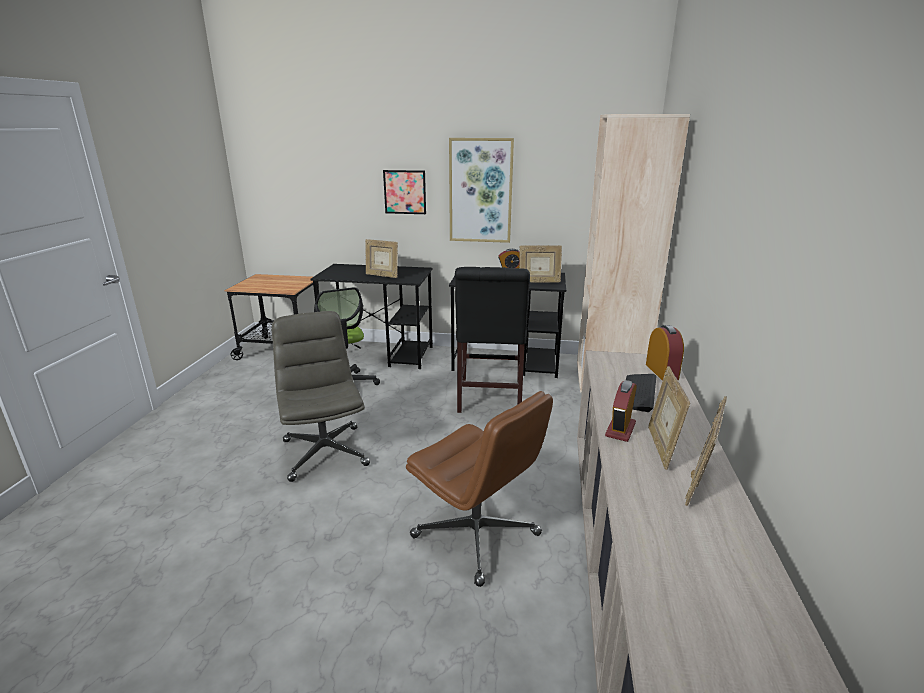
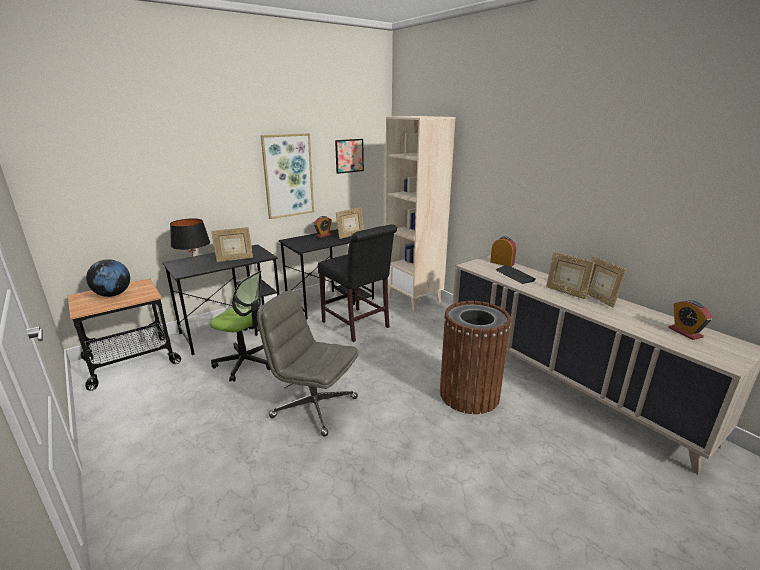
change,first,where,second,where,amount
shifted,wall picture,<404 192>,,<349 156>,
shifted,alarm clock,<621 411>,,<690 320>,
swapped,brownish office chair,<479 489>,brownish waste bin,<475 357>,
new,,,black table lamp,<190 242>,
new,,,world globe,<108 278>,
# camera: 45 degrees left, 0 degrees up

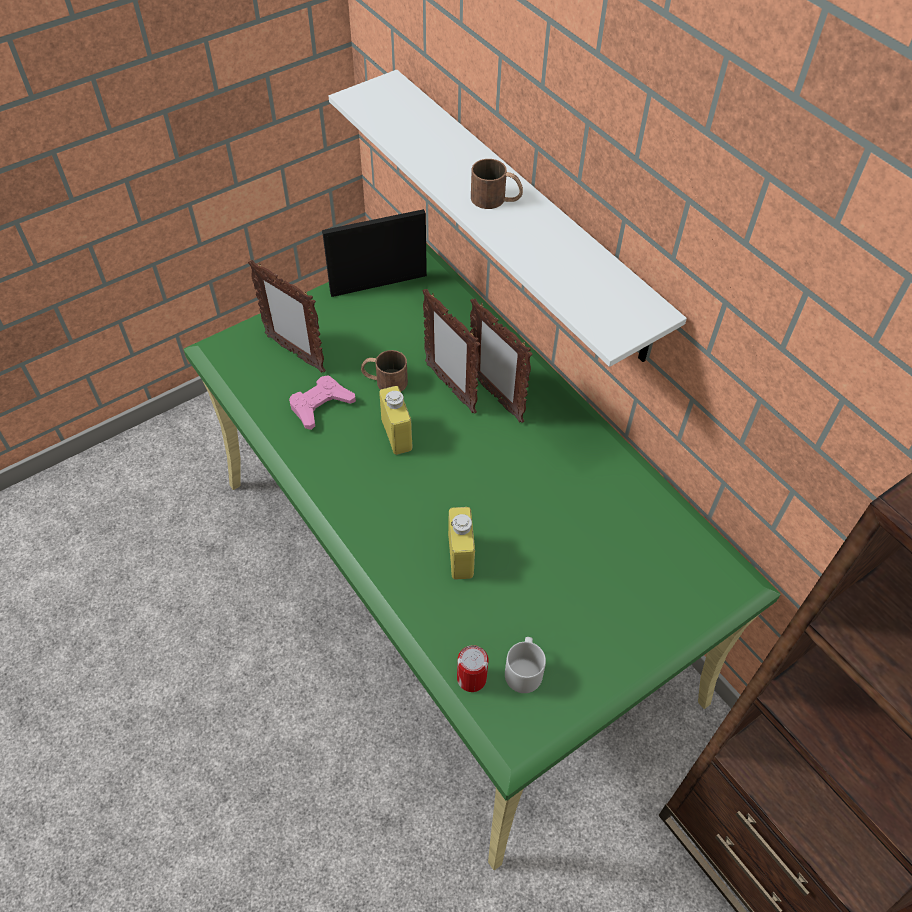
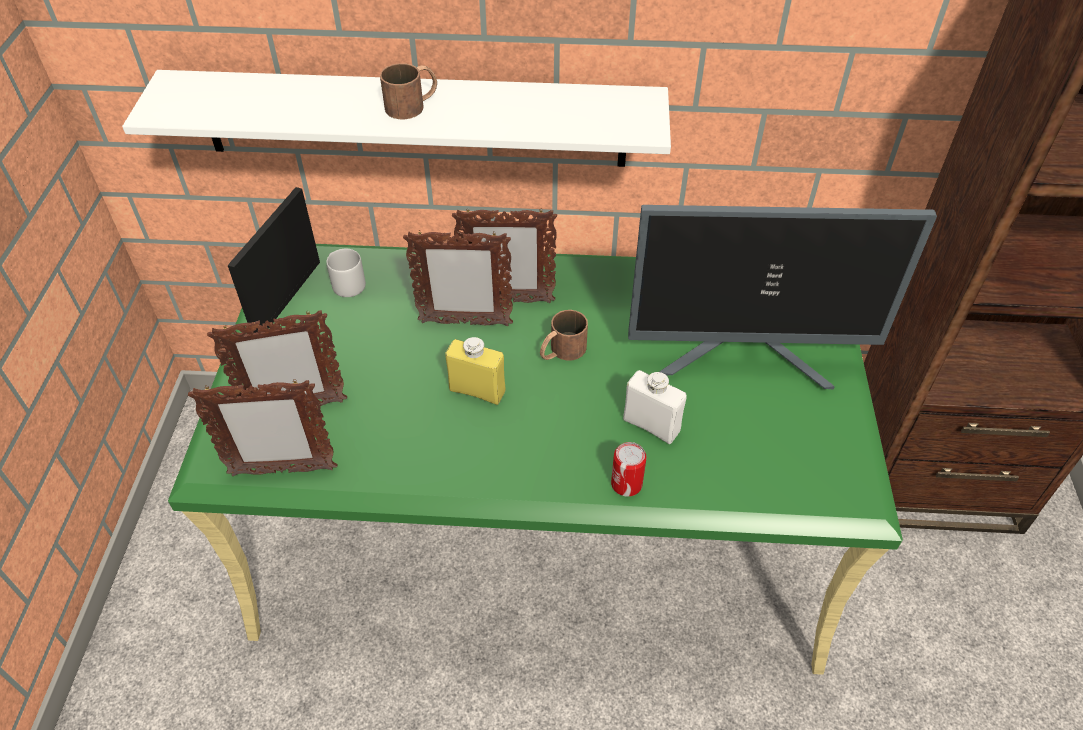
change,first,where,second,where,amount
shifted,brownish tea mug,<384 371>,,<564 335>,
gone,pink joypad,<322 402>,,,
repainted,yellow-coloured drink bottle,<461 543>,white-coloured drink bottle,<655 407>,
shifted,gray tea mug,<525 665>,,<346 273>,
shifted,sealed can,<473 668>,,<629 469>,
new,,,monitor,<782 297>,
new,,,standing frame,<262 427>,
# camera: 50 degrees left, 5 degrees down

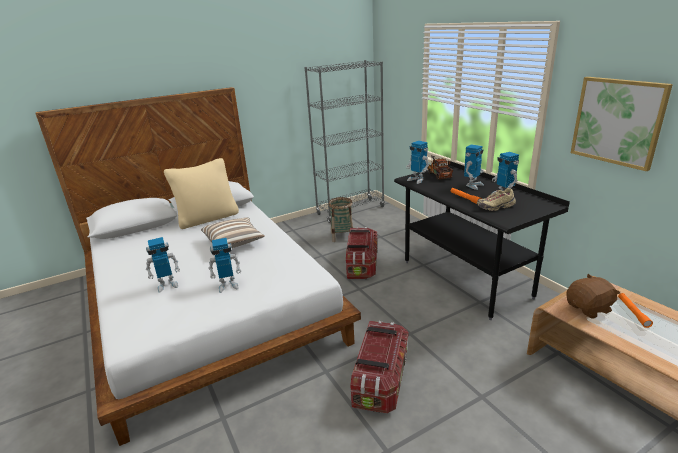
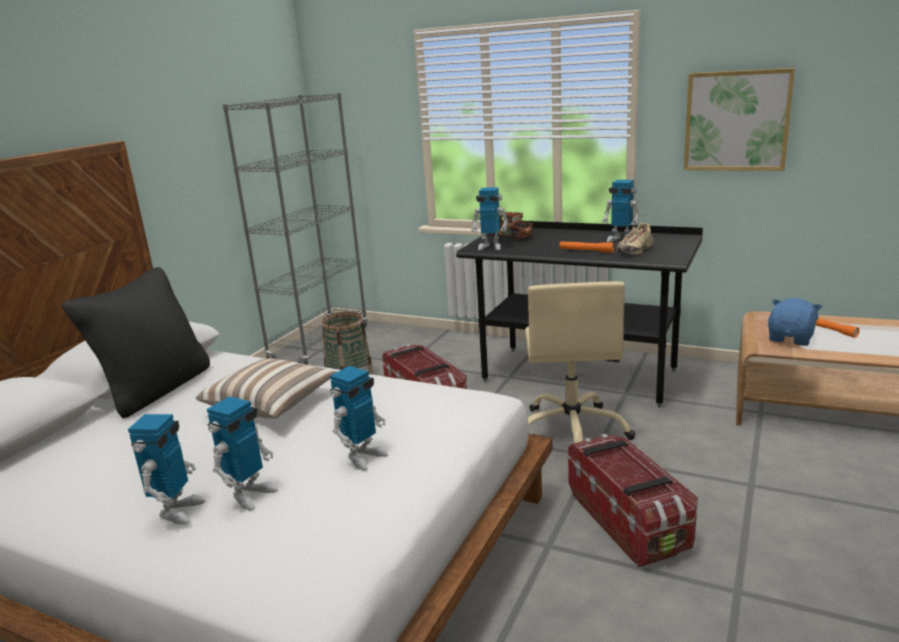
change,first,where,second,where,amount
shifted,robot figure,<474 167>,,<167 469>,
repainted,beige-coloured cushion,<201 193>,black cushion,<136 342>,
repainted,brownish cuddly toy,<593 296>,blue cuddly toy,<795 322>,
new,,,beige-coloured office chair,<580 362>,
# camera: 35 degrees left, 5 degrees down

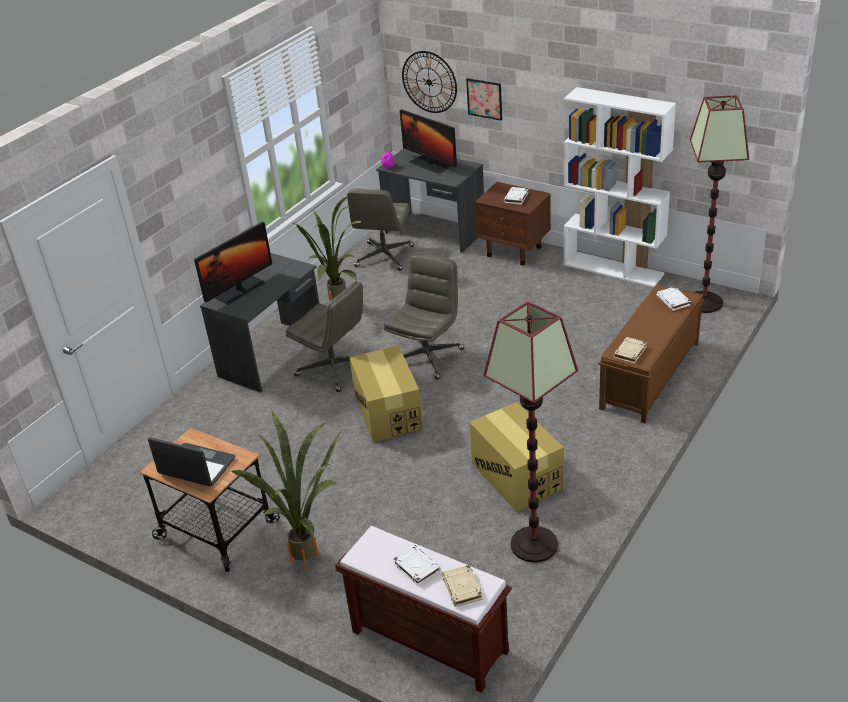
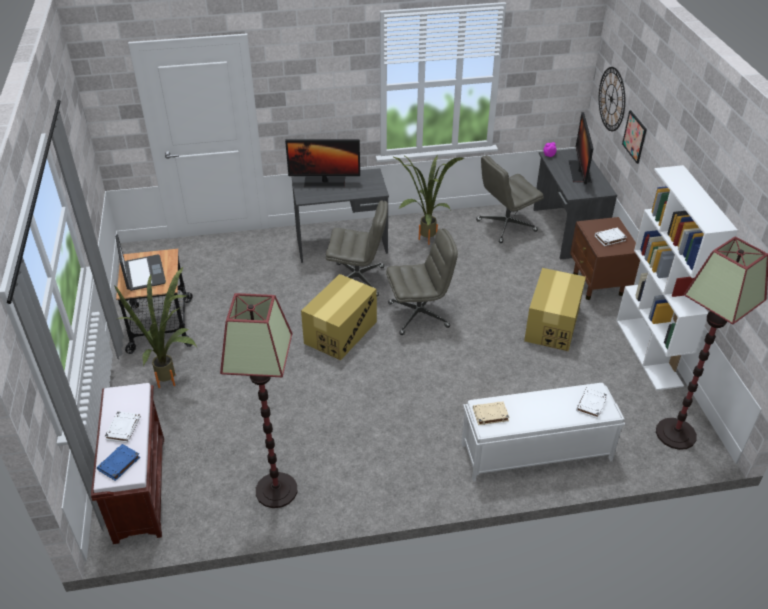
change,first,where,second,where,amount
rotated,gray office chair,<324 336>,,<357 248>,75 degrees counterclockwise
repainted,brownish bench,<651 354>,white-coloured bench,<543 432>,
shifted,packing box,<516 457>,,<555 309>,
repainted,beige-coloured volume,<462 586>,blue volume,<118 462>,
# camera: 45 degrees right, 5 degrees up

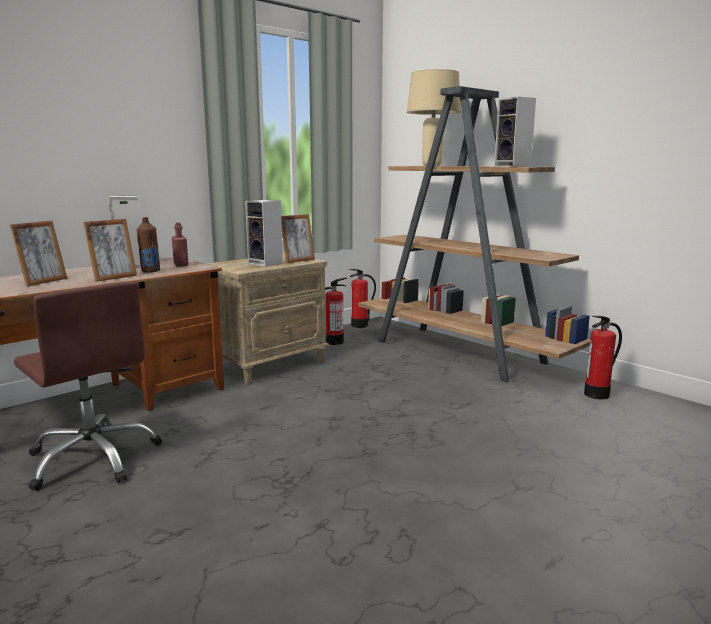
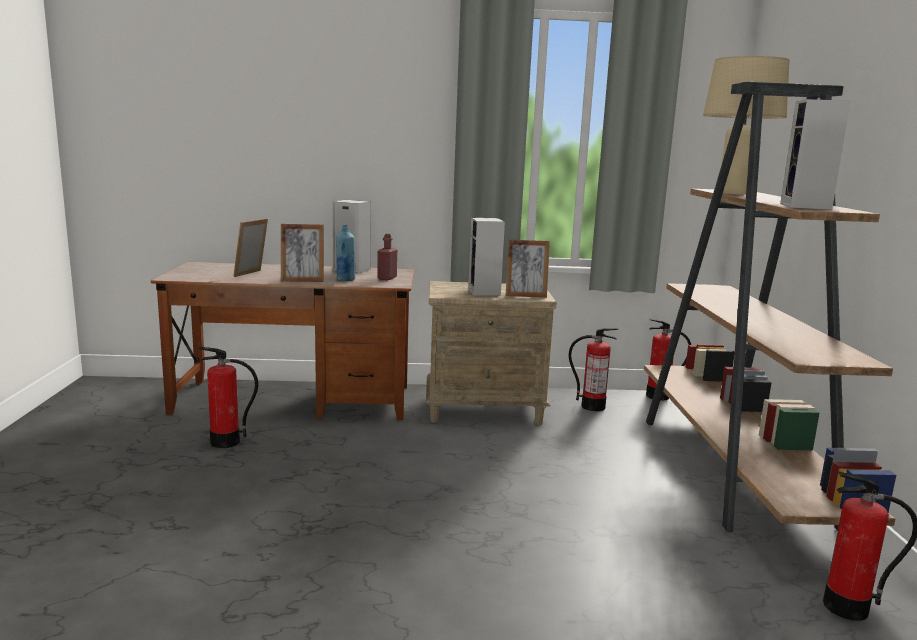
change,first,where,second,where,amount
repainted,brownish drink bottle,<148 245>,blue drink bottle,<345 253>,
rotated,standing frame,<38 254>,,<250 248>,135 degrees clockwise
swapped,brownish office chair,<88 386>,fire-fighting cylinder,<228 397>,
# camera: 40 degrees right, 0 degrees up

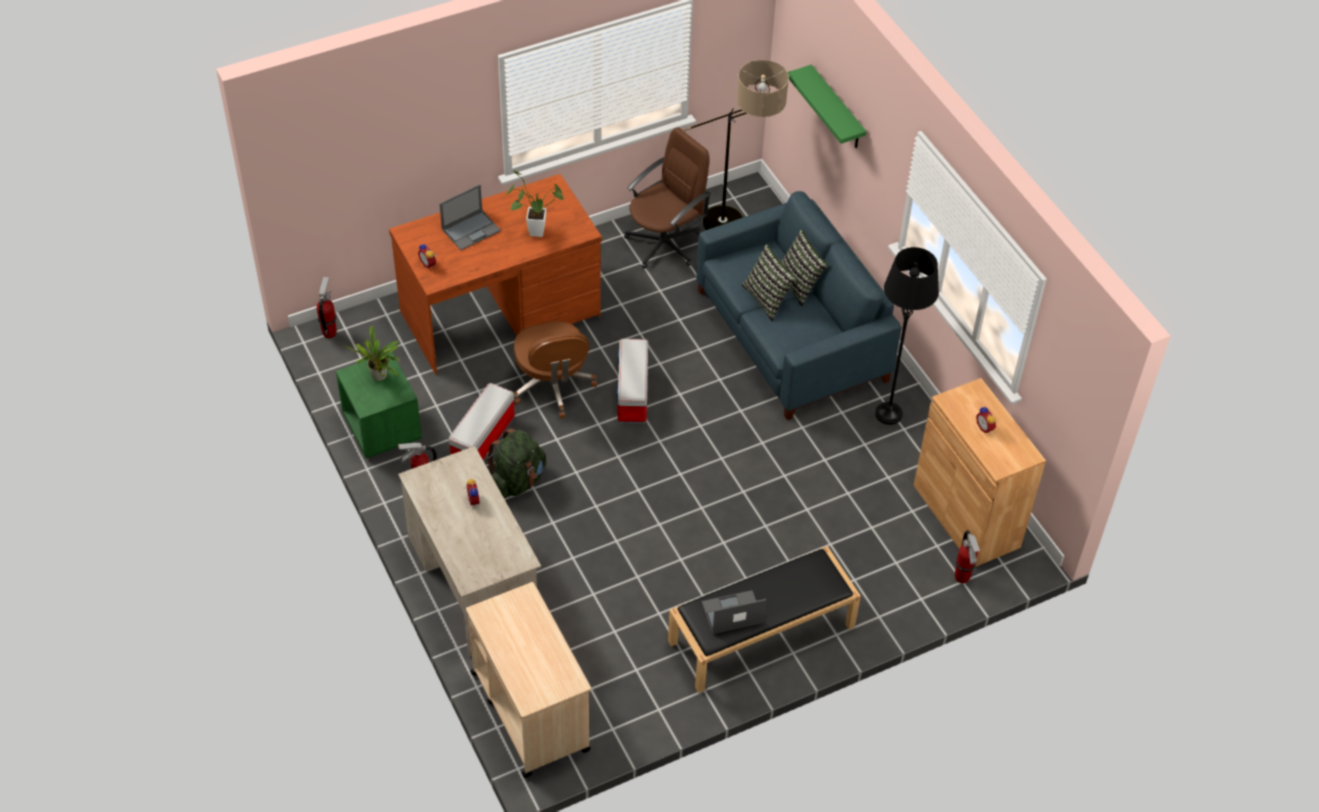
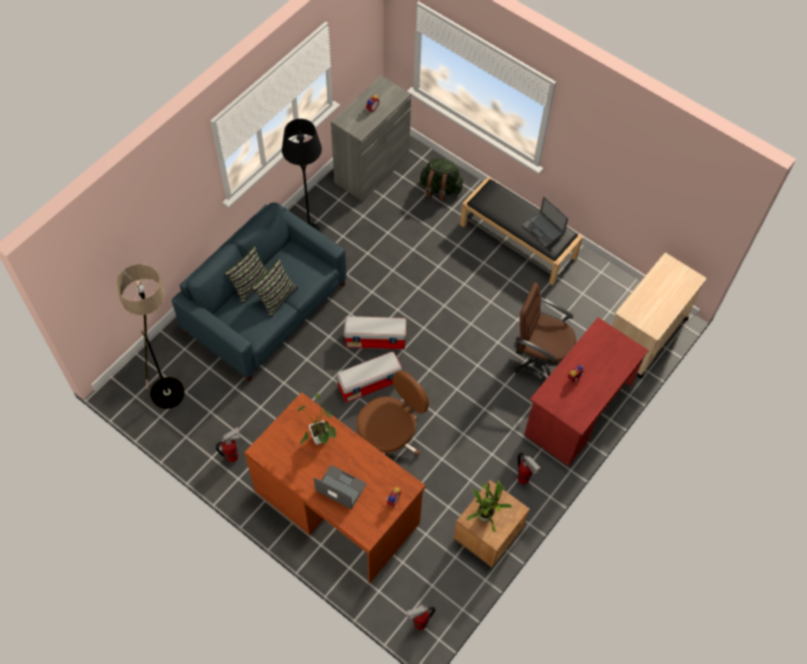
change,first,where,second,where,amount
gone,green-coloured shelf,<827 106>,,,
shifted,brownish office chair,<667 198>,,<545 330>,
repainted,green-coloured nightstand,<379 405>,brownish nightstand,<491 523>,
repainted,brownish cabinet,<979 472>,gray cabinet,<371 138>,
shifted,storage bin,<482 422>,,<375 333>,
shifted,green-coloured backpack,<516 463>,,<441 180>,
repainted,beige-coloured desk,<469 551>,red-coloured desk,<586 391>,
shifted,fire-fighting cylinder,<967 556>,,<228 444>,
# camera: 115 degrees left, 10 degrees up

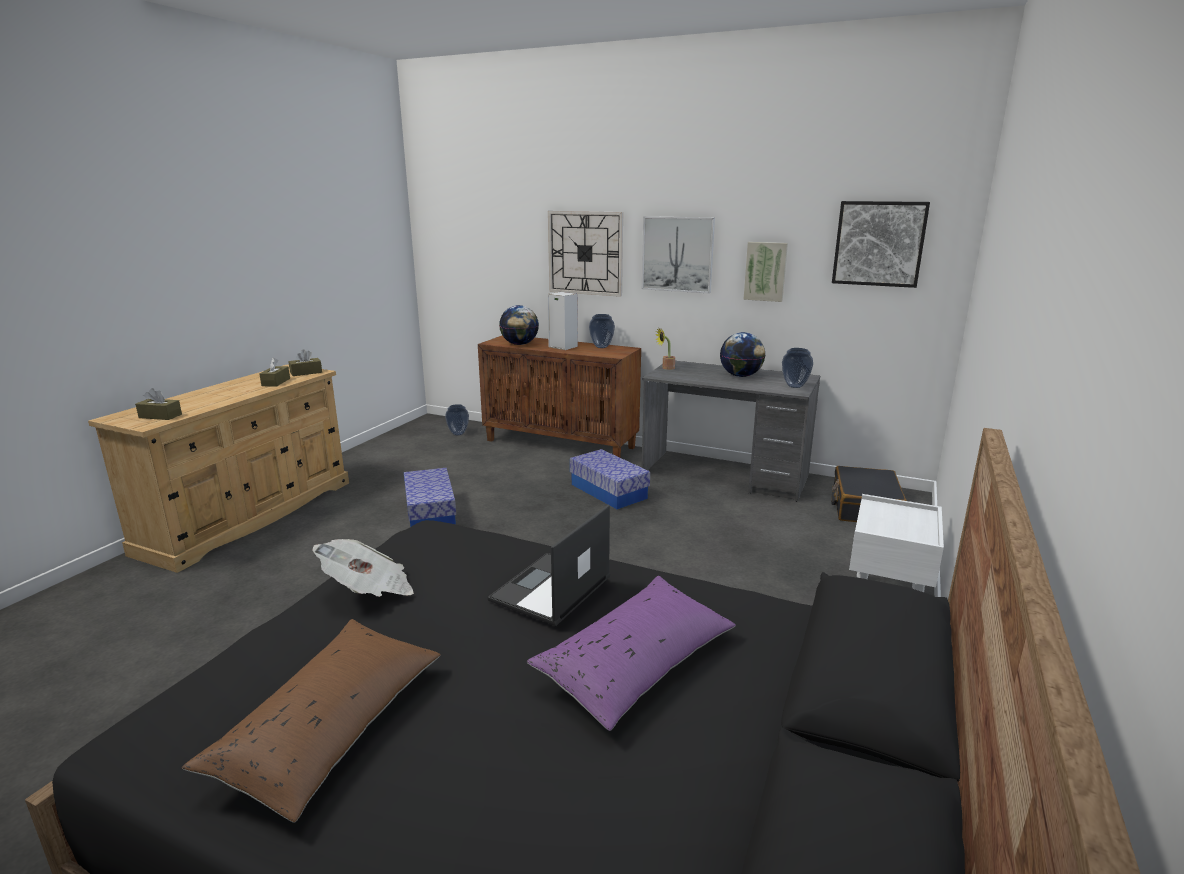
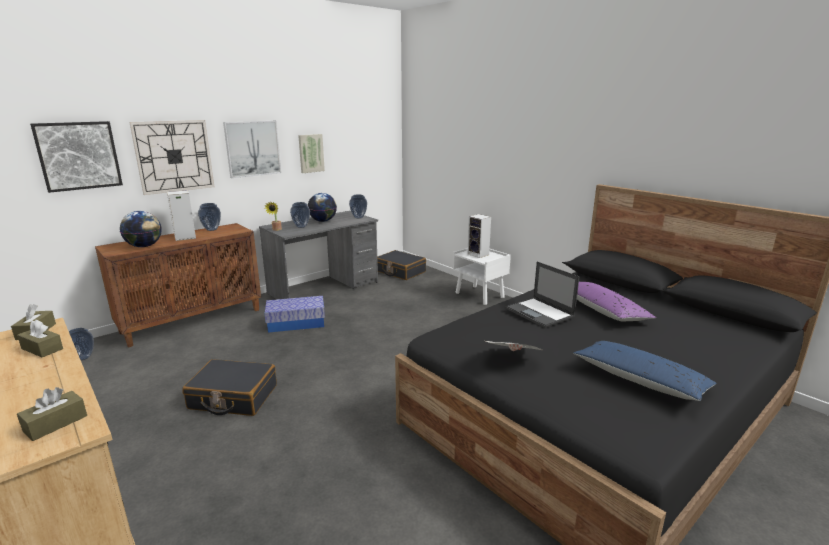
change,first,where,second,where,amount
shifted,wall picture,<881 244>,,<76 157>,
swapped,storage bin,<430 497>,black travel case,<229 387>,
repainted,brownish cushion,<311 721>,blue cushion,<644 371>,
new,,,decorative vase,<300 215>,
new,,,loudspeaker,<479 236>,
# camera: 65 degrees left, 0 degrees up

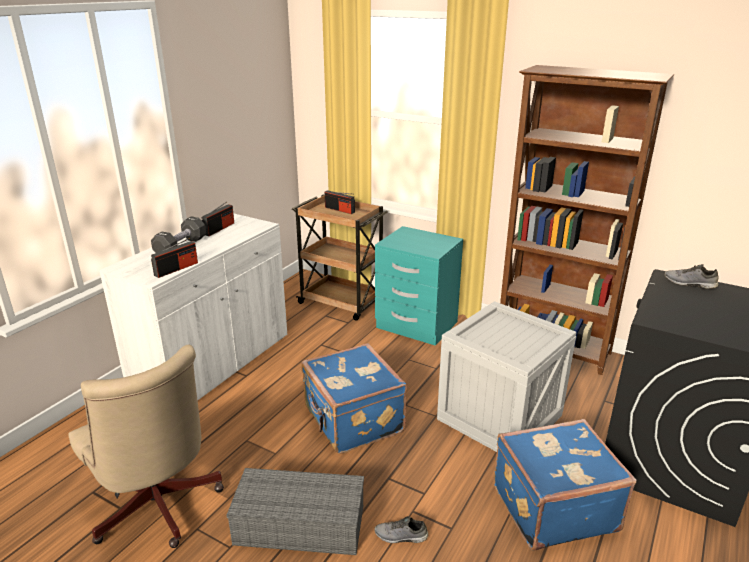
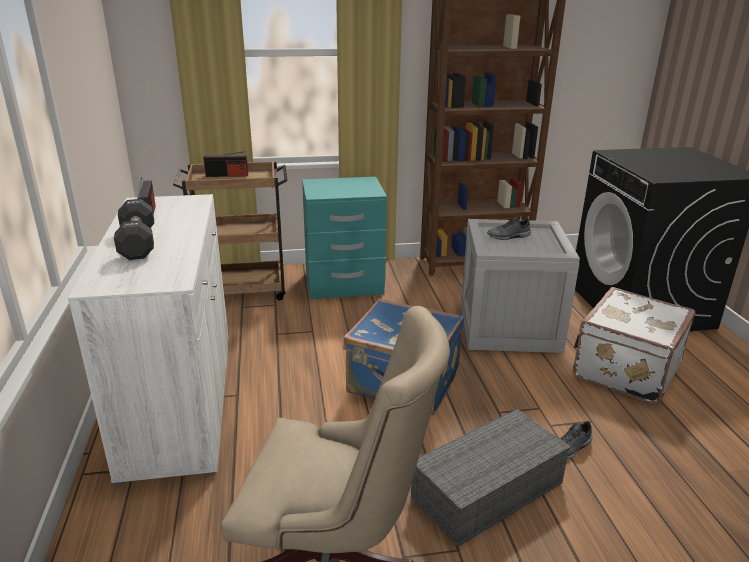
change,first,where,second,where,amount
gone,radio set,<174 258>,,,
shifted,gray item of footwear,<691 276>,,<509 228>,
repainted,blue travel case,<565 485>,white-coloured travel case,<634 345>,
# camera: 40 degrees left, 0 degrees up

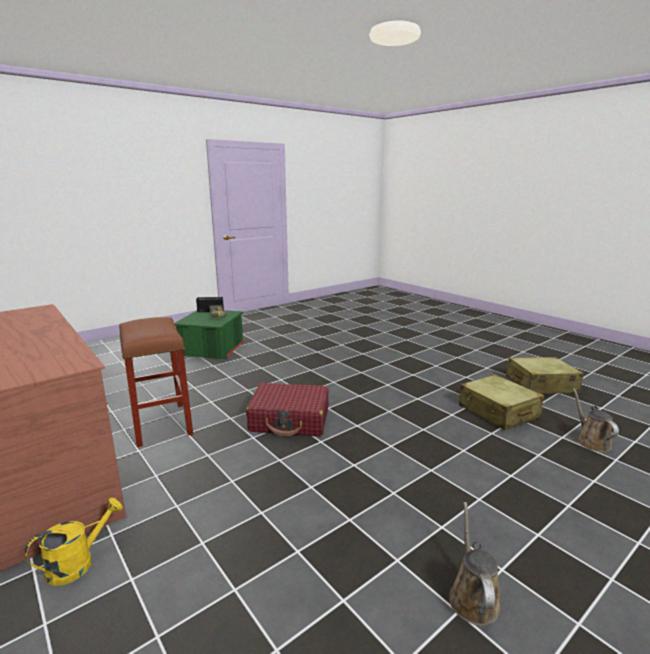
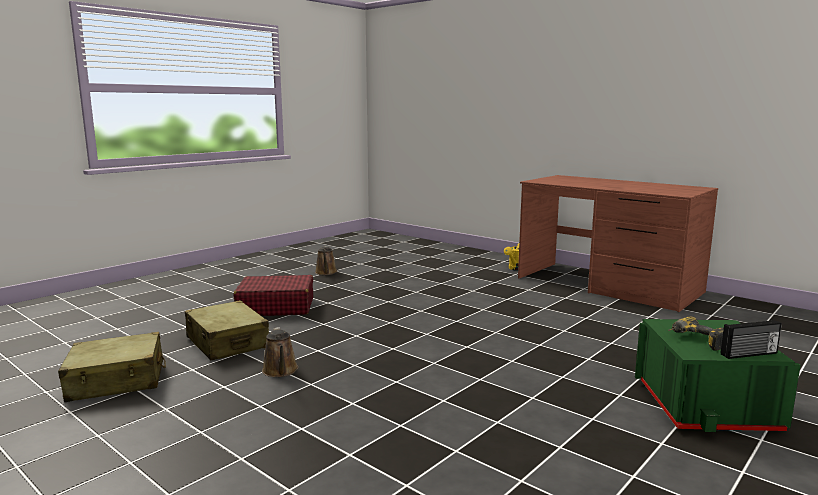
change,first,where,second,where,amount
gone,brownish stool seat,<156 382>,,,
shifted,red-coloured travel case,<287 410>,,<273 295>,
shifted,brownish watering can,<596 420>,,<280 352>,
# camera: 170 degrees right, 5 degrees down

